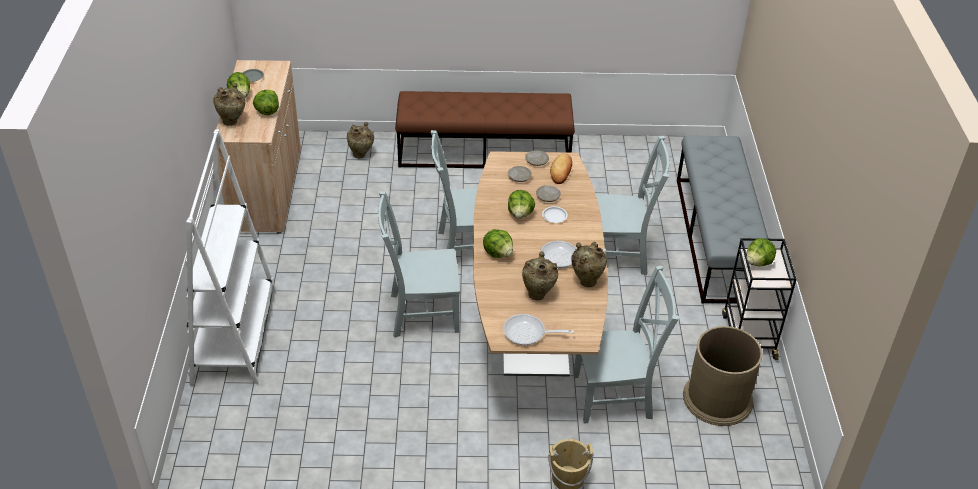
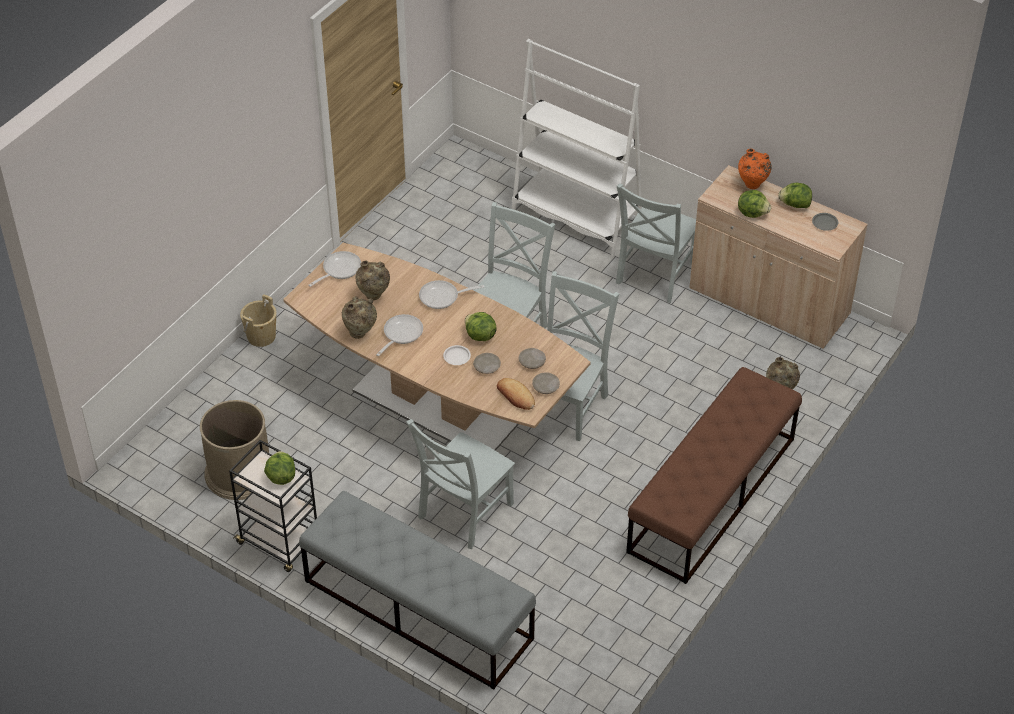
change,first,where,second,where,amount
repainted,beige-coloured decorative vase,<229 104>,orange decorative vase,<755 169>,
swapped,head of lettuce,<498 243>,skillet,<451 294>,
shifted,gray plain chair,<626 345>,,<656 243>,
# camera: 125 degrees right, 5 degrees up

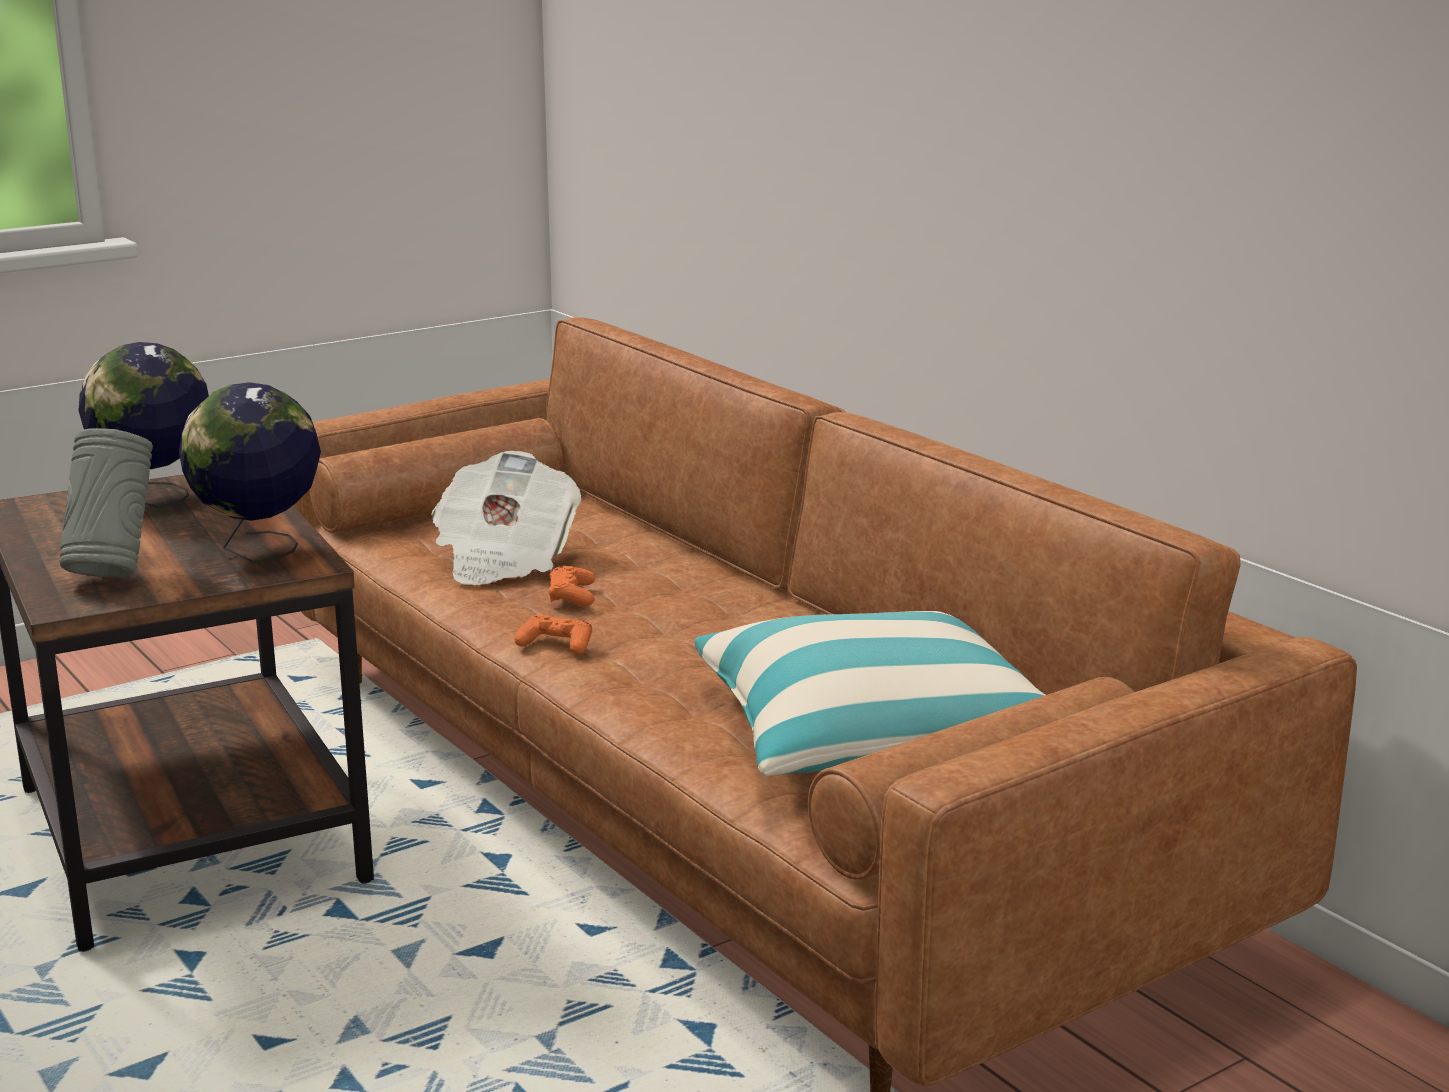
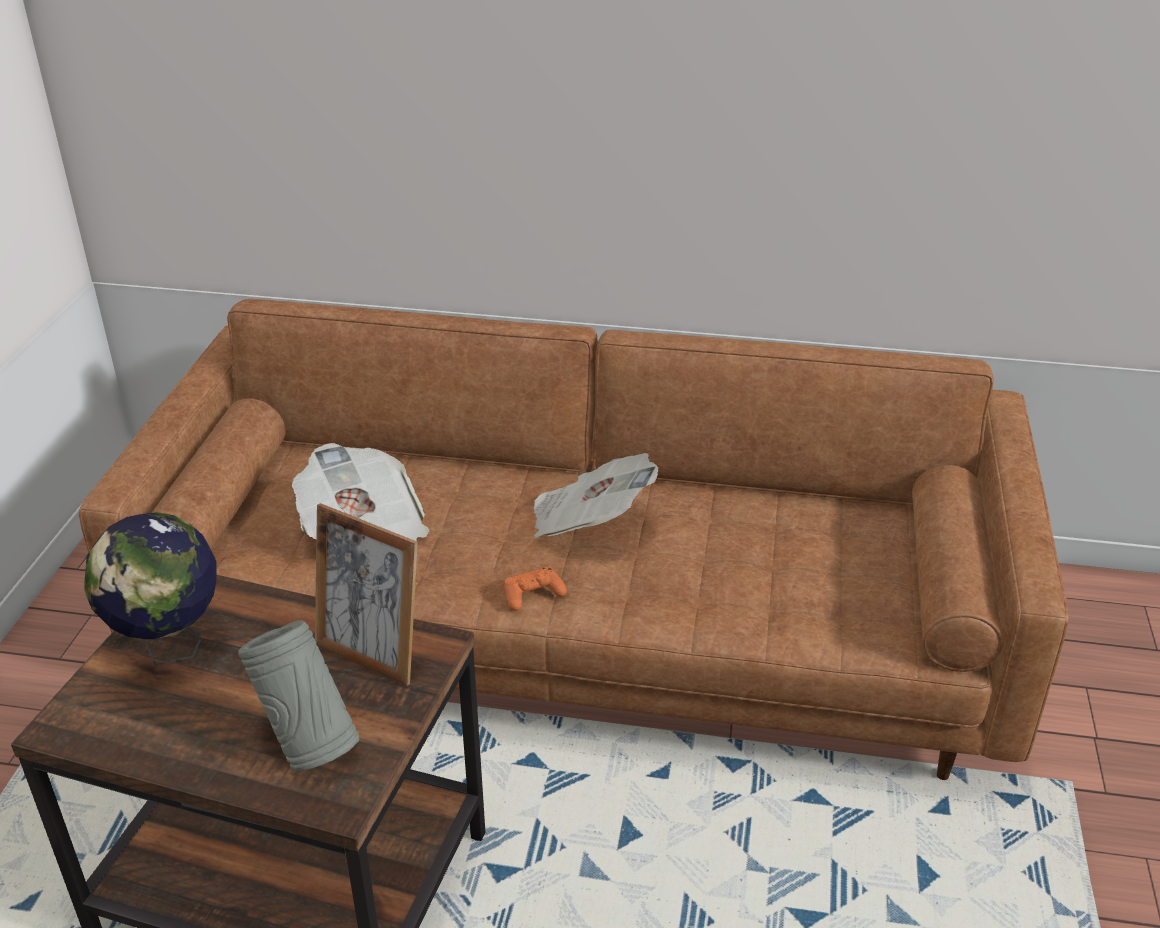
change,first,where,second,where,amount
swapped,world globe,<250 472>,standing frame,<366 594>,
gone,orange joypad,<571 586>,,,
gone,cushion,<870 693>,,,
new,,,newspaper,<596 495>,
# camera: 45 degrees left, 15 degrees up

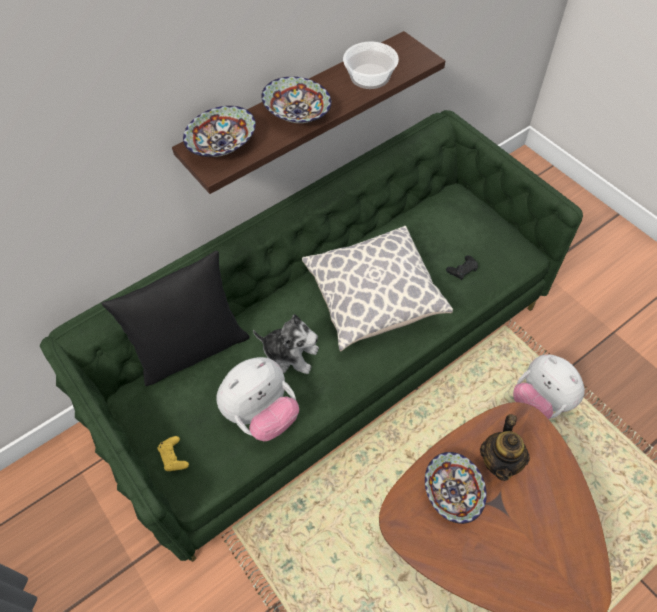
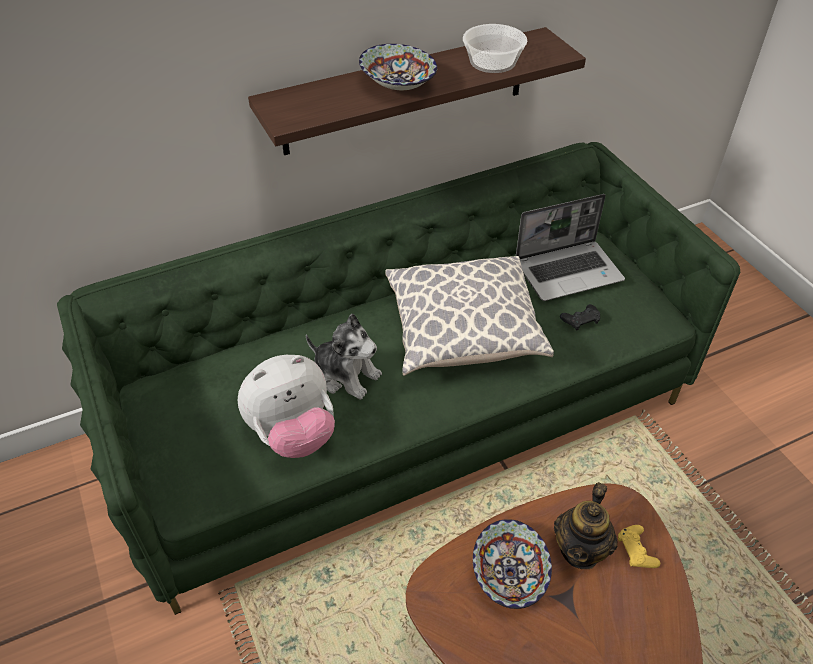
change,first,where,second,where,amount
gone,serving bowl,<219 131>,,,
gone,black cushion,<175 318>,,,
gone,cuddly toy,<549 386>,,,
shifted,yellow-coloured joypad,<173 453>,,<639 546>,
new,,,notebook computer,<570 247>,
# camera: 10 degrees right, 10 degrees down

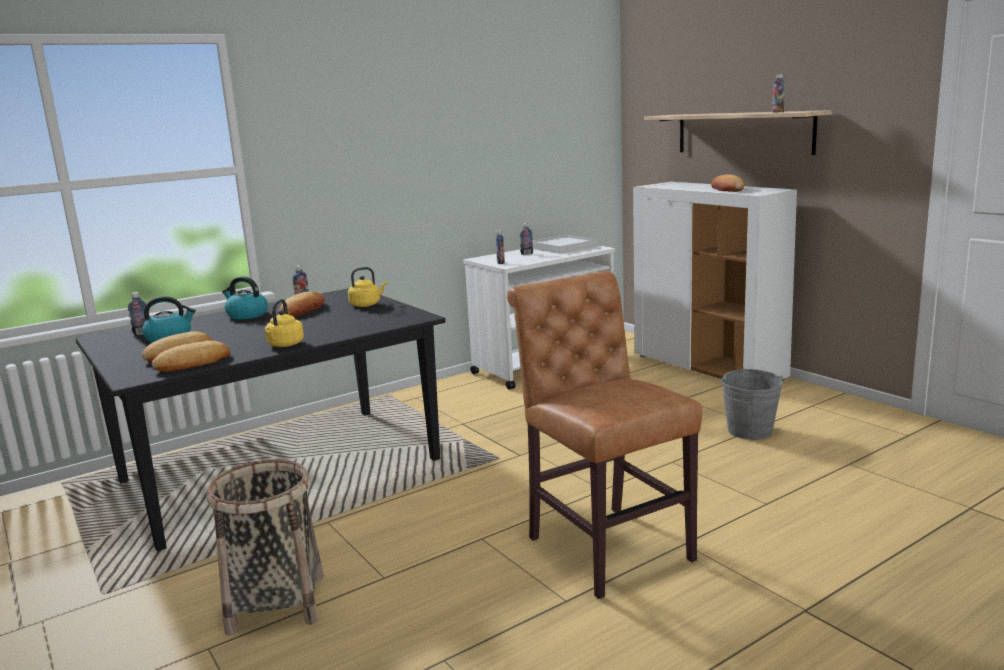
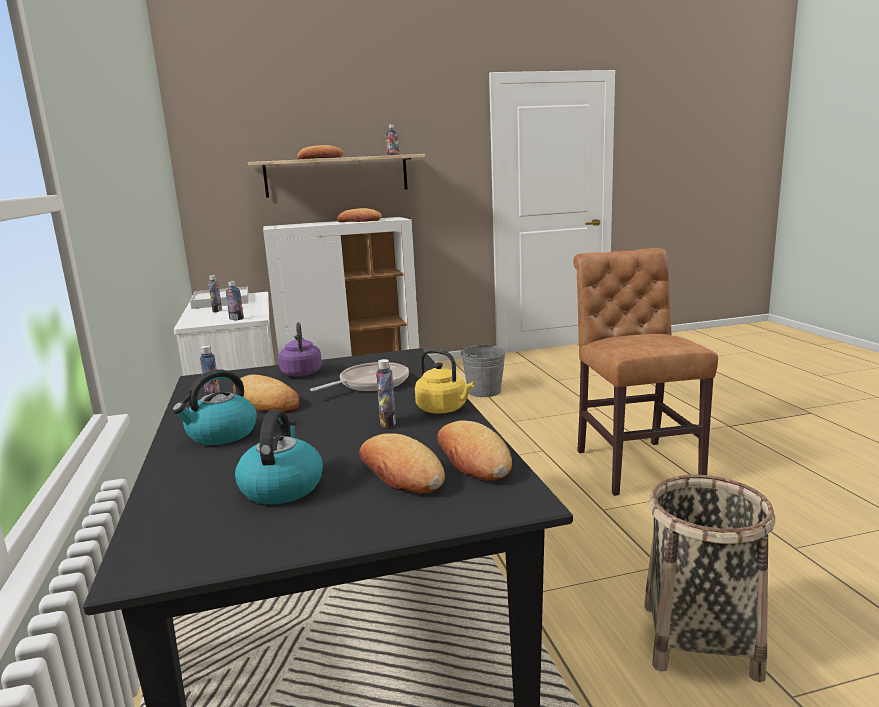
change,first,where,second,where,amount
repainted,yellow-coloured tea kettle,<367 287>,purple tea kettle,<300 349>,
rotated,brownish plain chair,<604 435>,,<645 372>,90 degrees clockwise
shifted,drink bottle,<137 313>,,<386 393>,
new,,,bakery bread,<320 152>,
new,,,skillet,<359 376>,
# camera: 70 degrees left, 0 degrees up

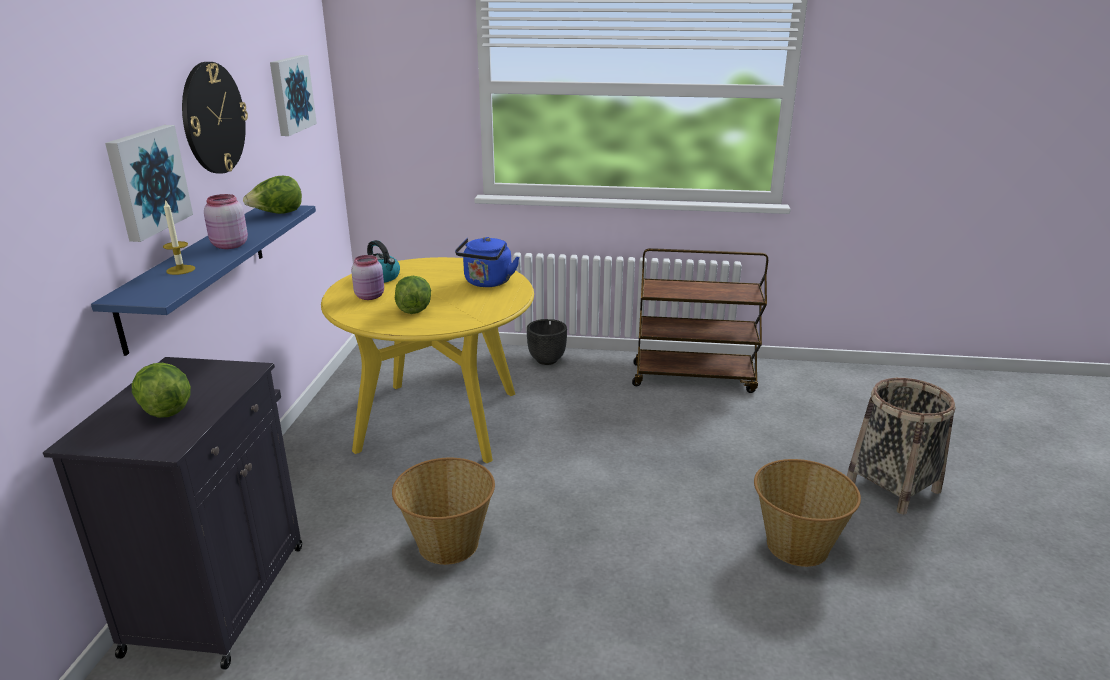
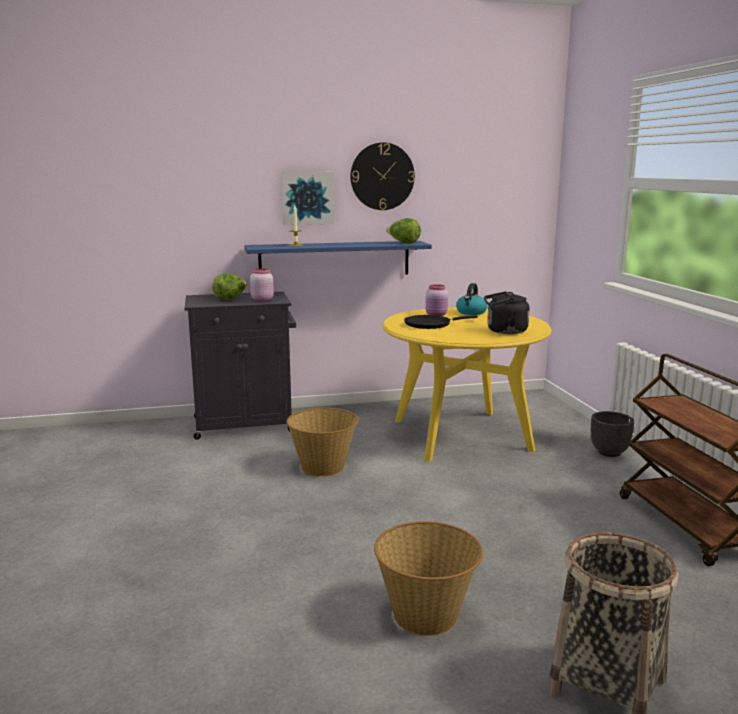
change,first,where,second,where,amount
gone,wall picture,<293 95>,,,
shifted,pink jar,<226 221>,,<262 285>,
repainted,blue tea kettle,<487 262>,black tea kettle,<507 312>,
swapped,head of lettuce,<413 295>,black skillet,<441 322>,
# camera: 70 degrees right, 10 degrees down

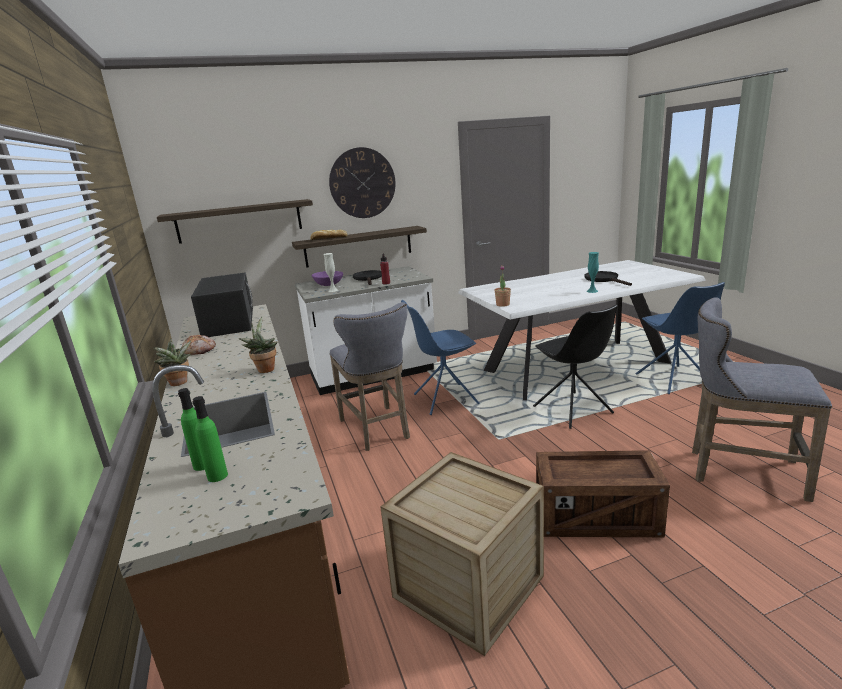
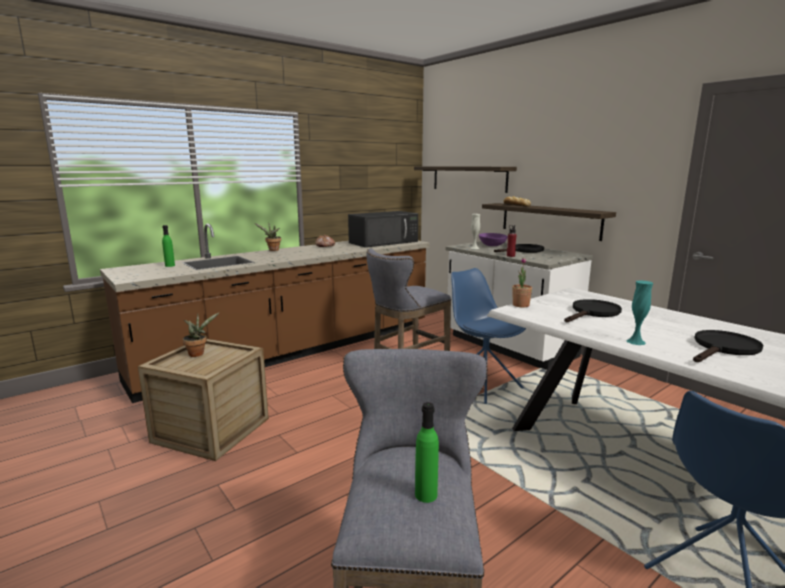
change,first,where,second,where,amount
gone,hanging clock,<362 182>,,,
gone,black plain chair,<575 367>,,,
shifted,houseplant,<258 344>,,<201 335>,
shifted,green-coloured drink bottle,<210 439>,,<427 452>,
gone,shipping crate,<603 493>,,,
new,,,black skillet,<593 310>,
# camera: 70 degrees right, 5 degrees down

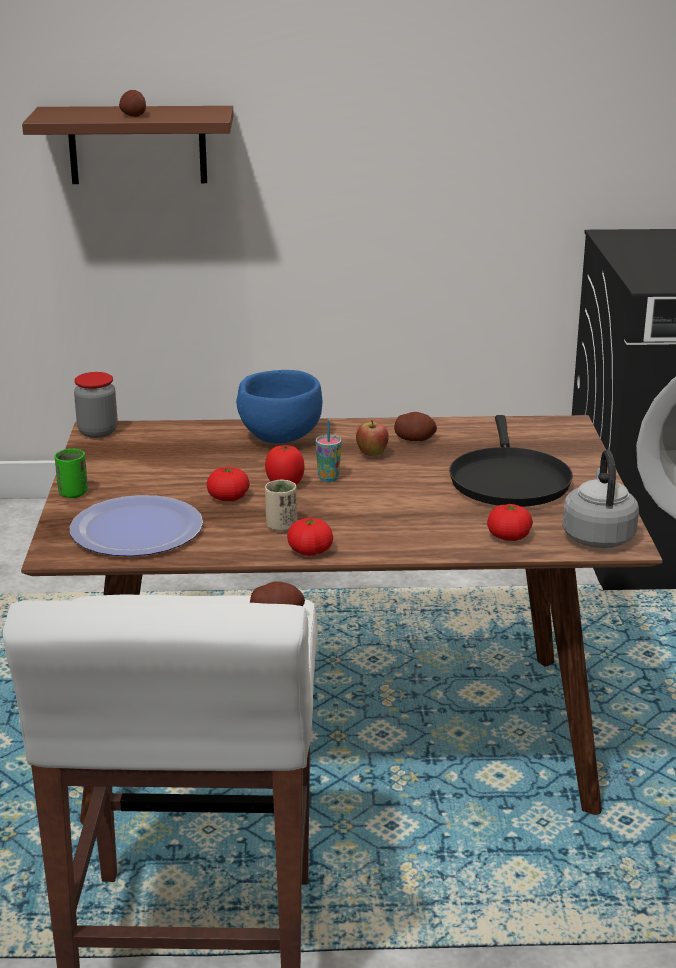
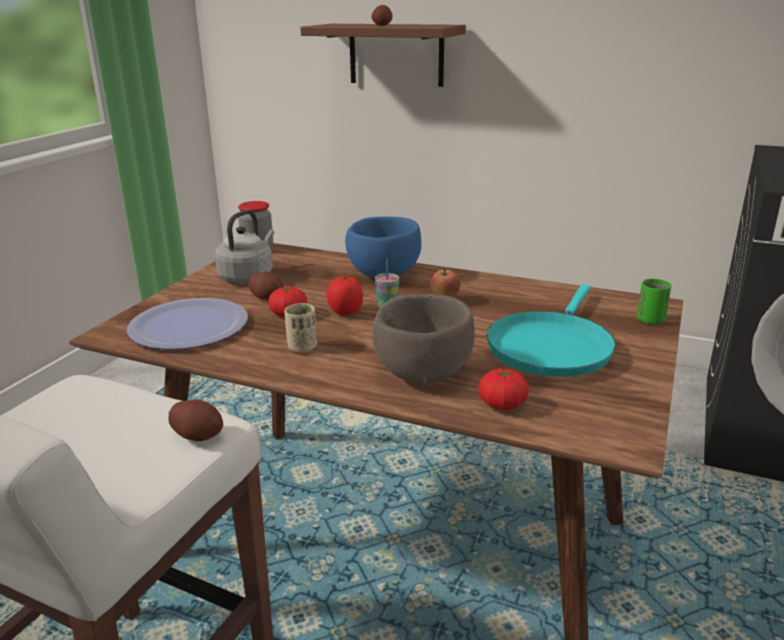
change,first,where,second,where,amount
shifted,spud,<415 426>,,<266 286>,
repainted,black skillet,<511 461>,blue-green skillet,<551 330>,
shifted,green-coloured drinking cup,<71 473>,,<654 302>,
shifted,gray tea kettle,<600 499>,,<244 246>,
gone,fresh tomato,<310 537>,,,
new,,,brownish serving bowl,<423 338>,
# camera: 25 degrees right, 0 degrees up

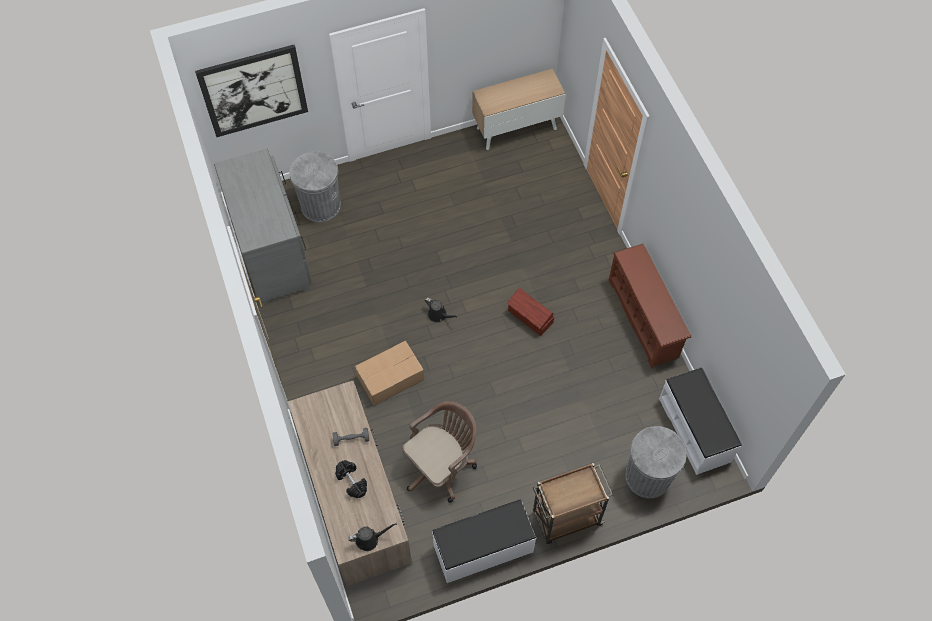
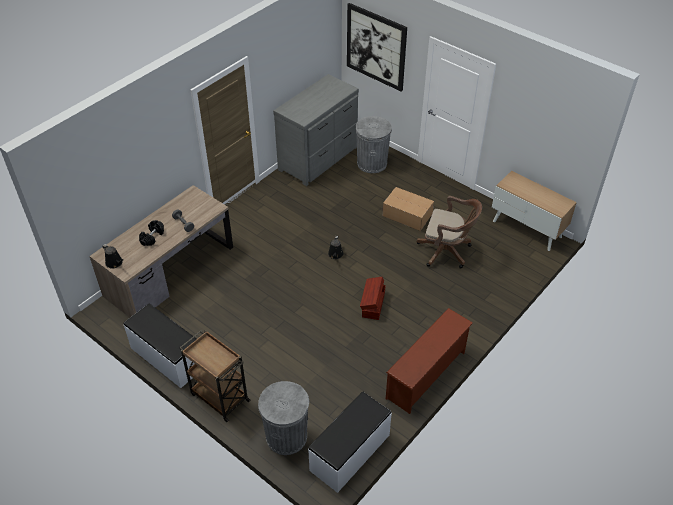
change,first,where,second,where,amount
shifted,packing box,<389 373>,,<408 209>,
shifted,brownish office chair,<439 452>,,<449 232>,
# camera: 60 degrees right, 15 degrees down

